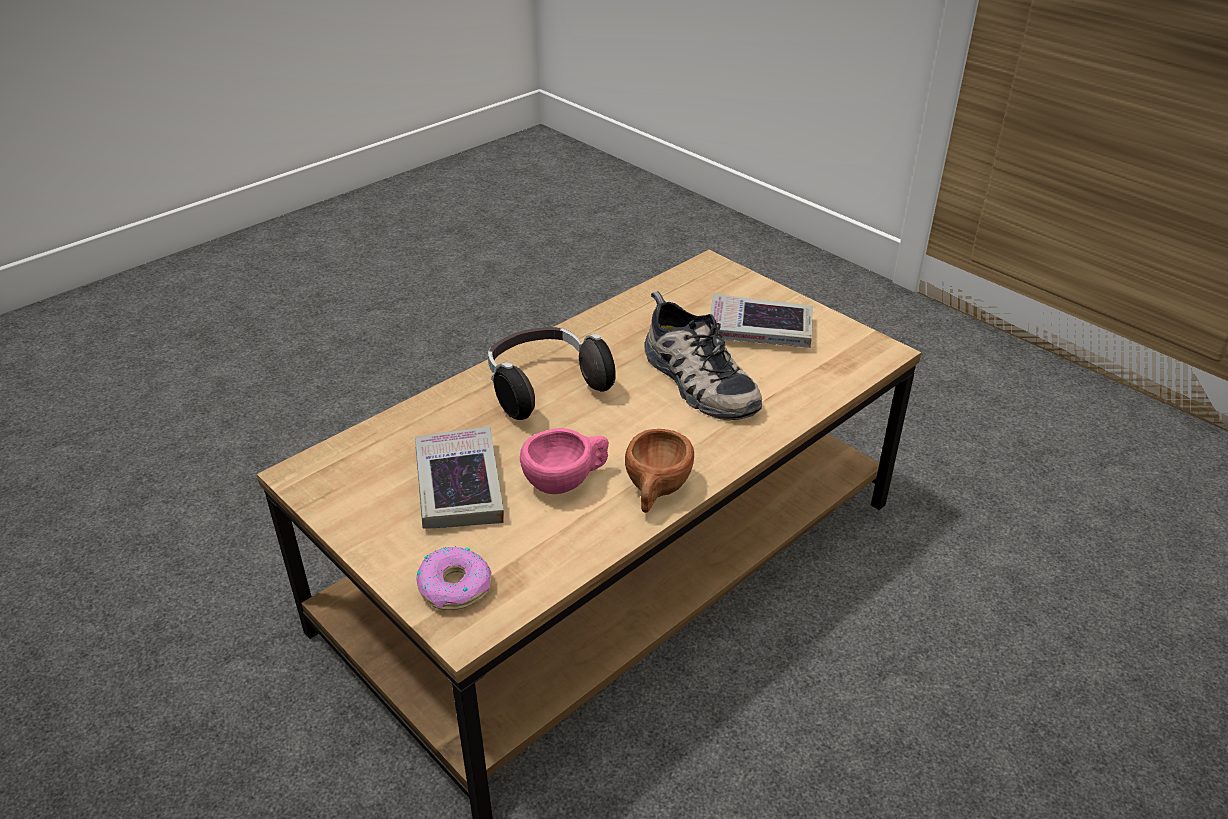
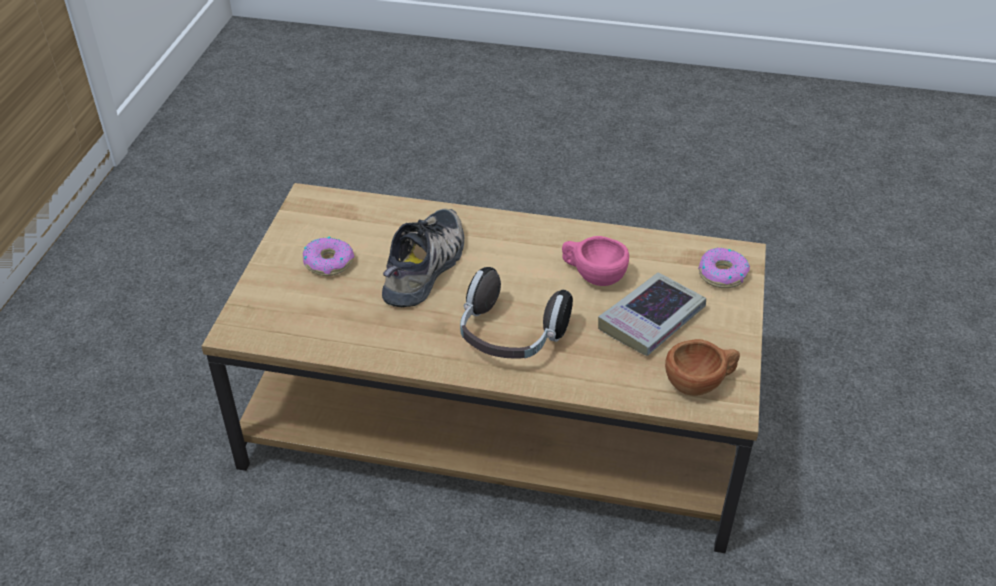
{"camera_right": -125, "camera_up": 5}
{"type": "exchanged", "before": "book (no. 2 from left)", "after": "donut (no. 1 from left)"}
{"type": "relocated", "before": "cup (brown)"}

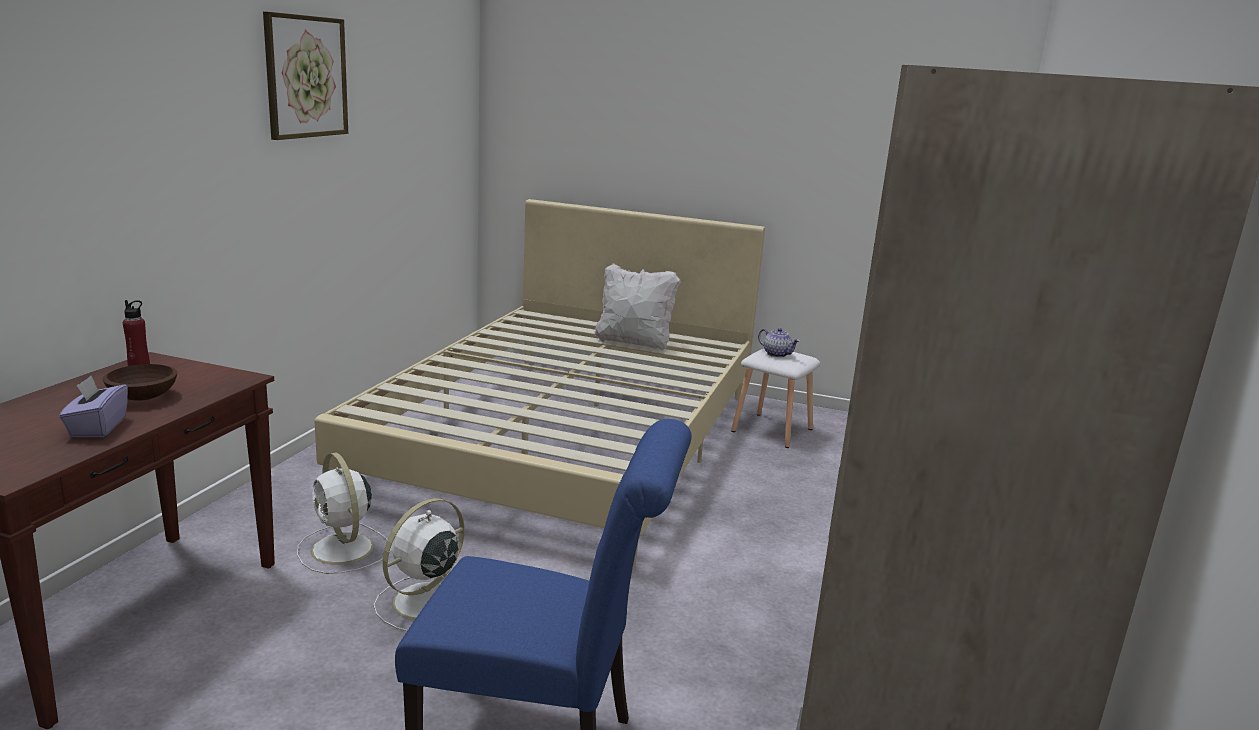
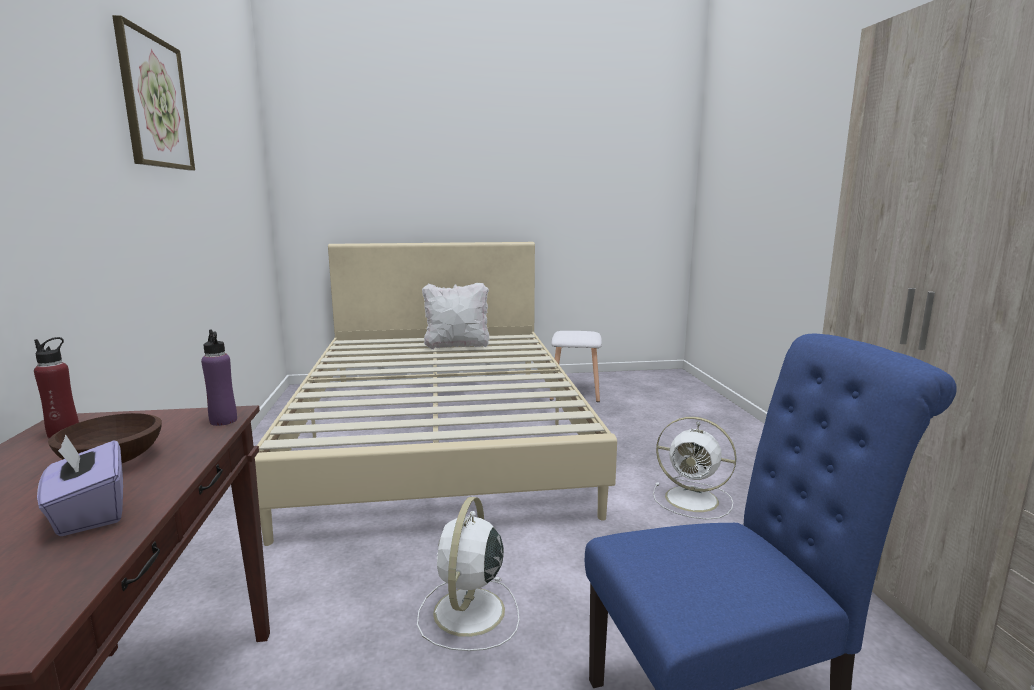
{"camera_right": -25, "camera_up": -5}
{"type": "missing", "before": "teapot"}
{"type": "relocated", "before": "fan (white) (no. 1 from left in the first image)", "after": "fan (white) (no. 2 from left)"}
{"type": "appeared", "after": "bottle (purple)"}

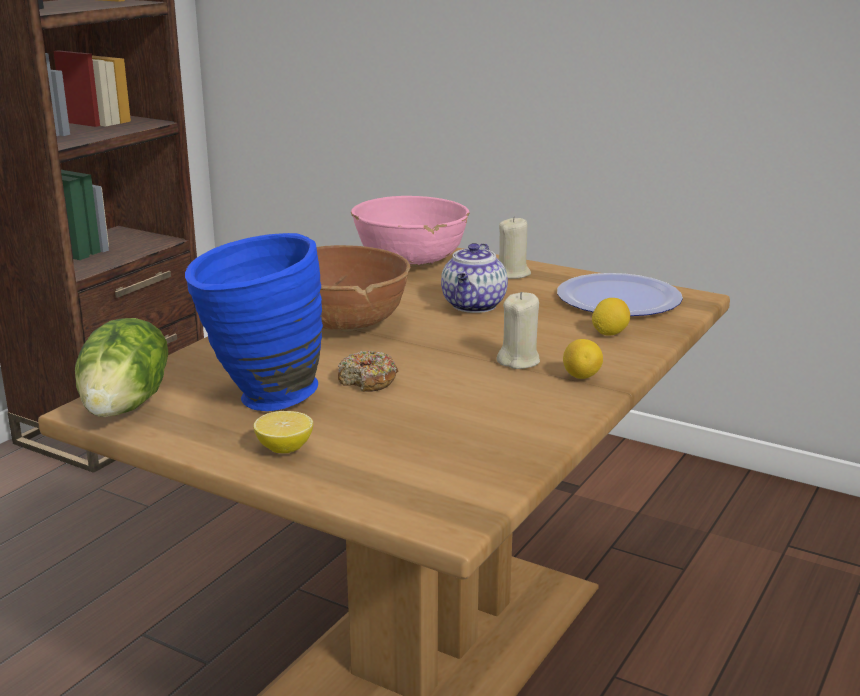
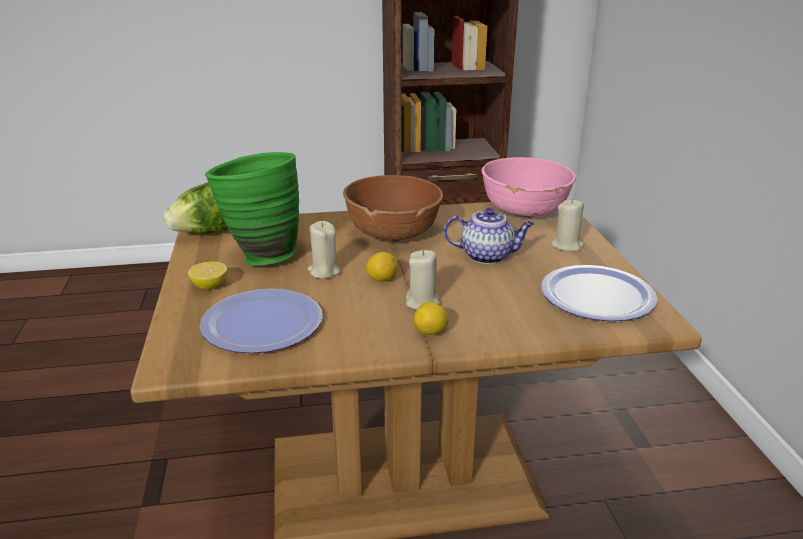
{"camera_right": 50, "camera_up": 5}
{"type": "colour", "before": "vase (blue)", "after": "vase (green)"}
{"type": "spun", "before": "teapot", "turn": -150}
{"type": "relocated", "before": "lemon (no. 3 from left in the first image)", "after": "lemon (no. 2 from left)"}
{"type": "exchanged", "before": "donut", "after": "candle (beige) (no. 1 from left)"}
{"type": "appeared", "after": "plate (no. 1 from left)"}

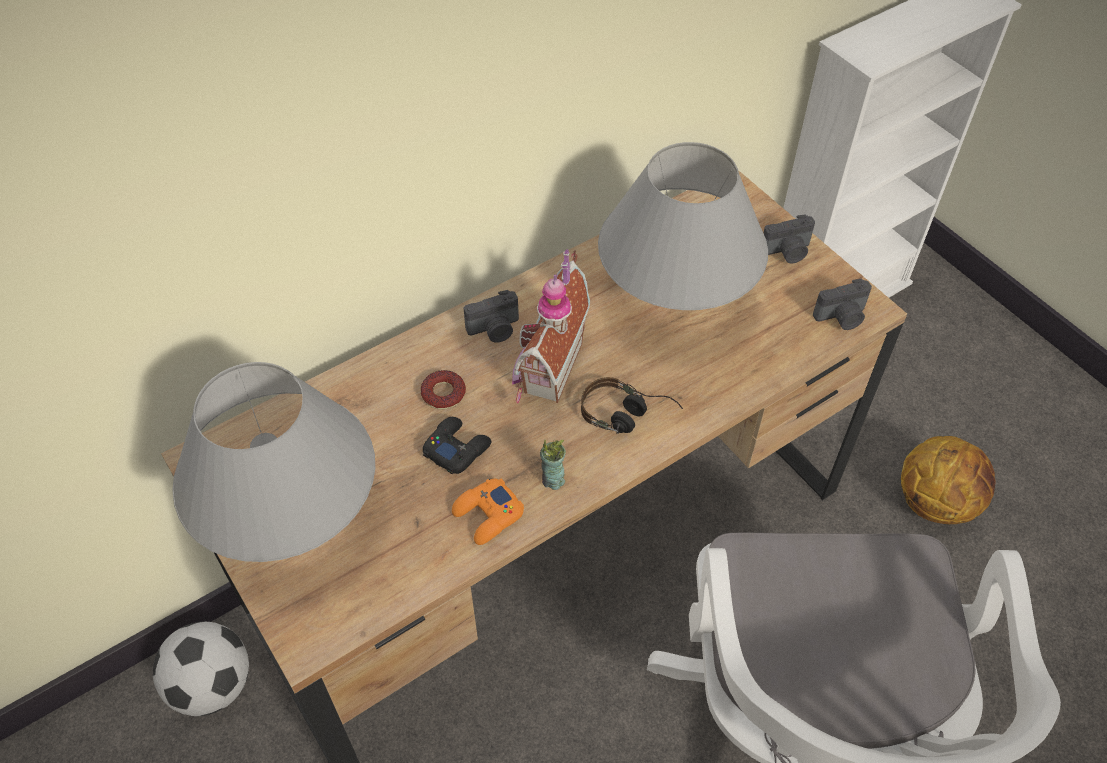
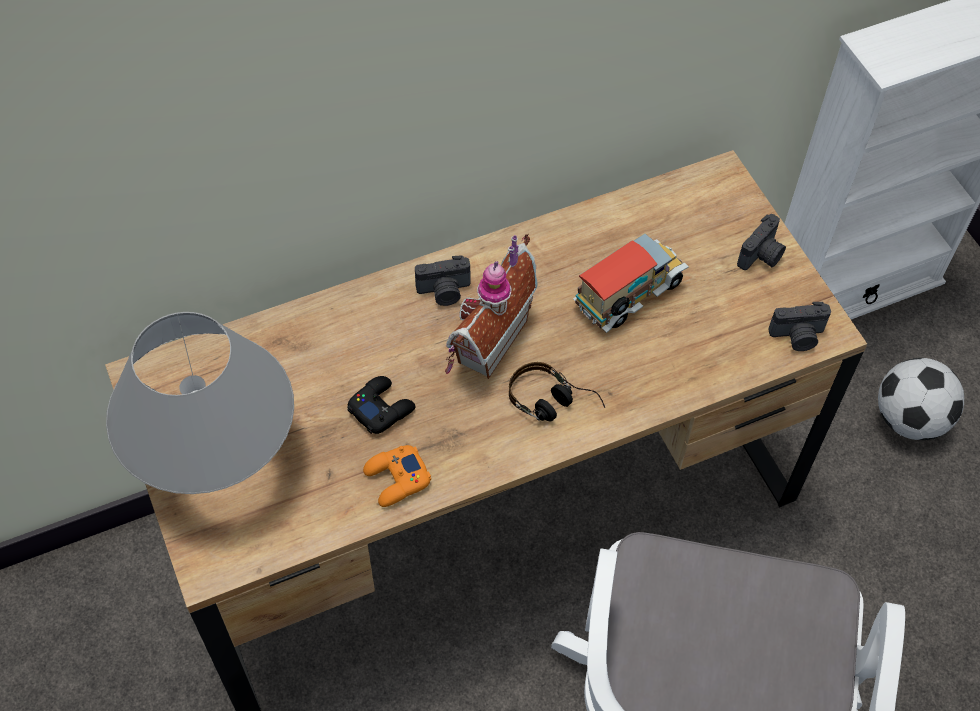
{"camera_right": 10, "camera_up": 5}
{"type": "exchanged", "before": "table lamp (grey) (no. 2 from left)", "after": "toy truck"}
{"type": "spun", "before": "photo camera (no. 2 from left)", "turn": -45}
{"type": "missing", "before": "donut"}
{"type": "missing", "before": "basketball"}
{"type": "missing", "before": "cup"}
{"type": "relocated", "before": "football"}

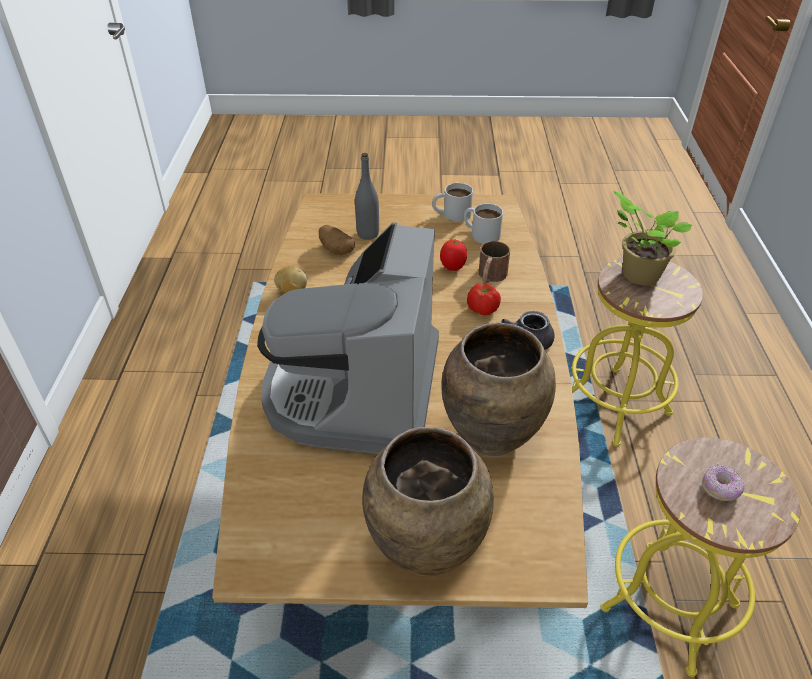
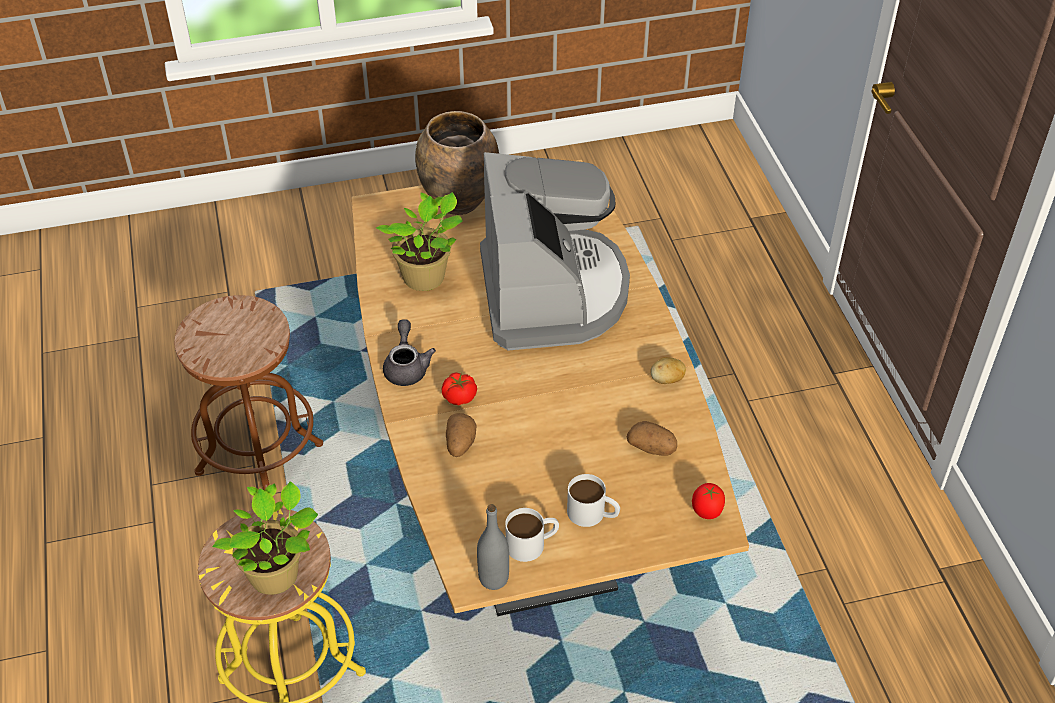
{"camera_right": 165, "camera_up": 5}
{"type": "relocated", "before": "bottle (grey)"}
{"type": "relocated", "before": "mug (white) (no. 2 from left)"}
{"type": "relocated", "before": "tomato (no. 1 from left in the first image)", "after": "tomato (no. 2 from left)"}
{"type": "exchanged", "before": "mug (brown)", "after": "potato (no. 1 from left)"}
{"type": "exchanged", "before": "vase (brown) (no. 2 from left)", "after": "potted plant (no. 2 from left)"}
{"type": "colour", "before": "stool (yellow) (no. 2 from left)", "after": "stool (brown)"}
{"type": "missing", "before": "donut"}

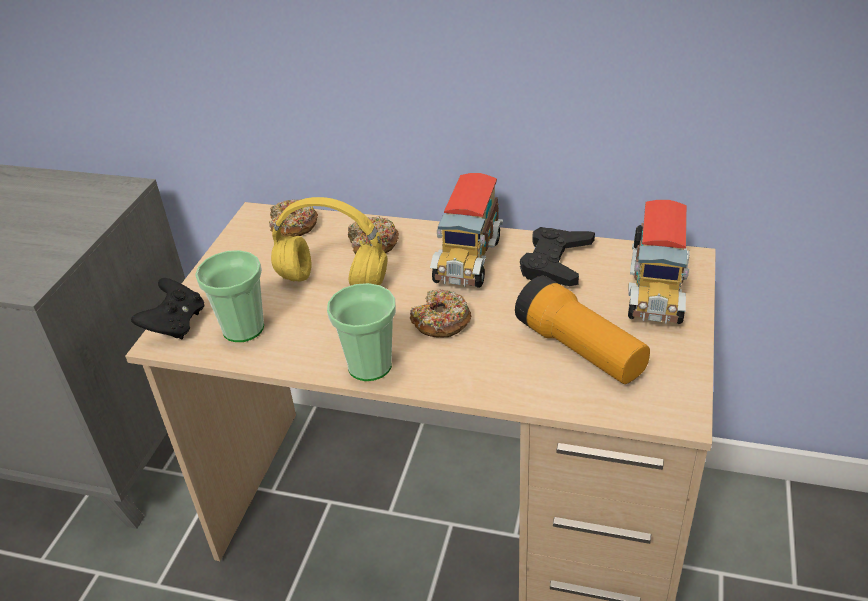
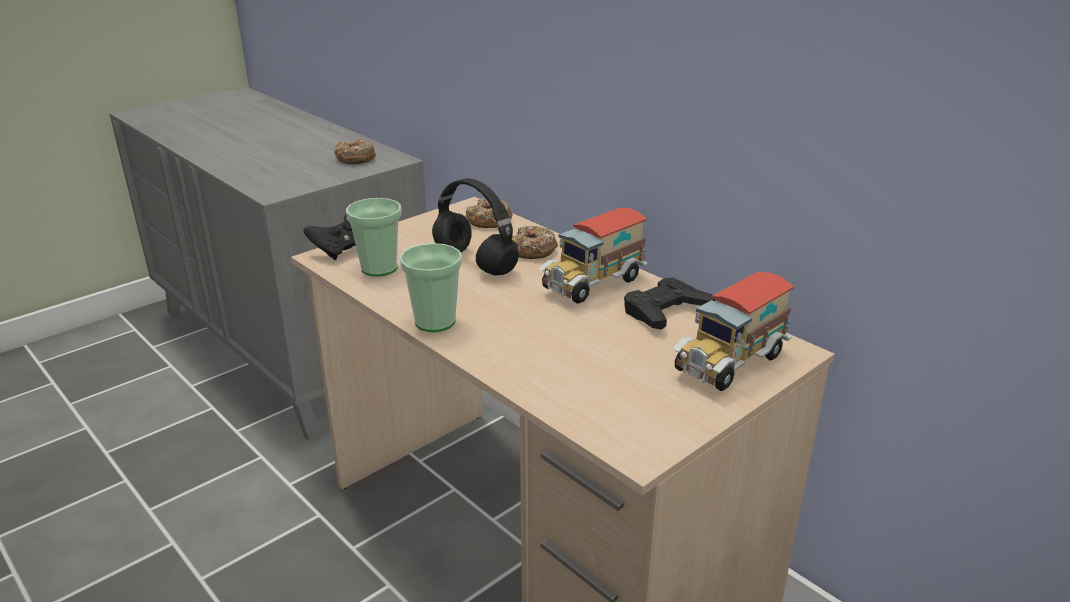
{"camera_right": 30, "camera_up": -10}
{"type": "colour", "before": "headphones (yellow)", "after": "headphones (black)"}
{"type": "missing", "before": "flashlight"}
{"type": "relocated", "before": "donut (no. 3 from left in the first image)", "after": "donut (no. 1 from left)"}

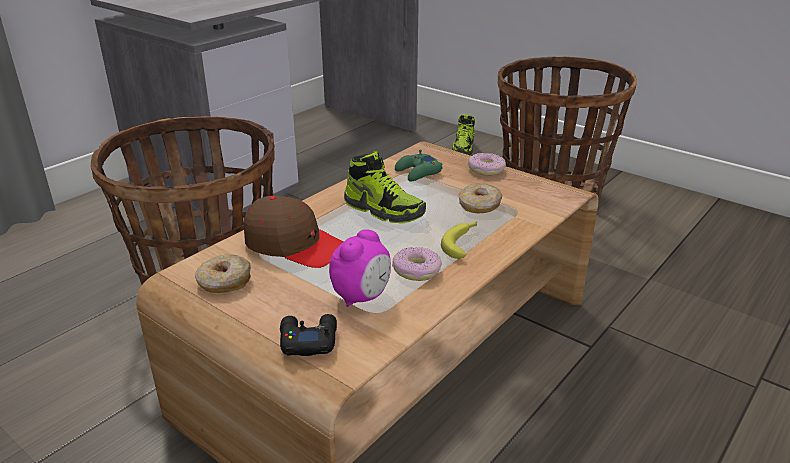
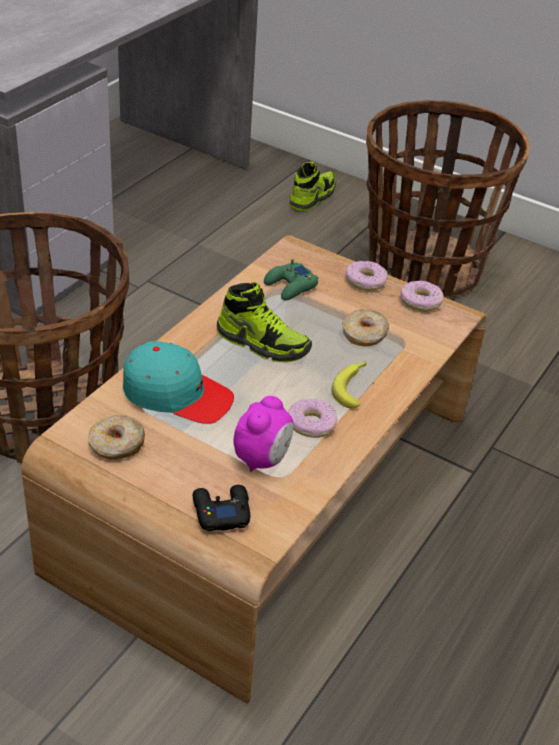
{"camera_right": -10, "camera_up": 10}
{"type": "spun", "before": "shoe (no. 2 from left)", "turn": -150}
{"type": "colour", "before": "cap (brown)", "after": "cap (turquoise)"}
{"type": "appeared", "after": "donut (no. 5 from left)"}

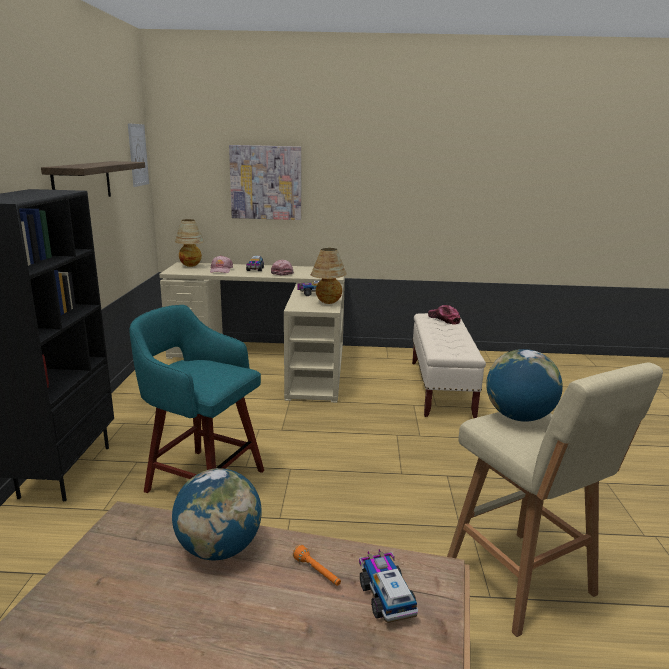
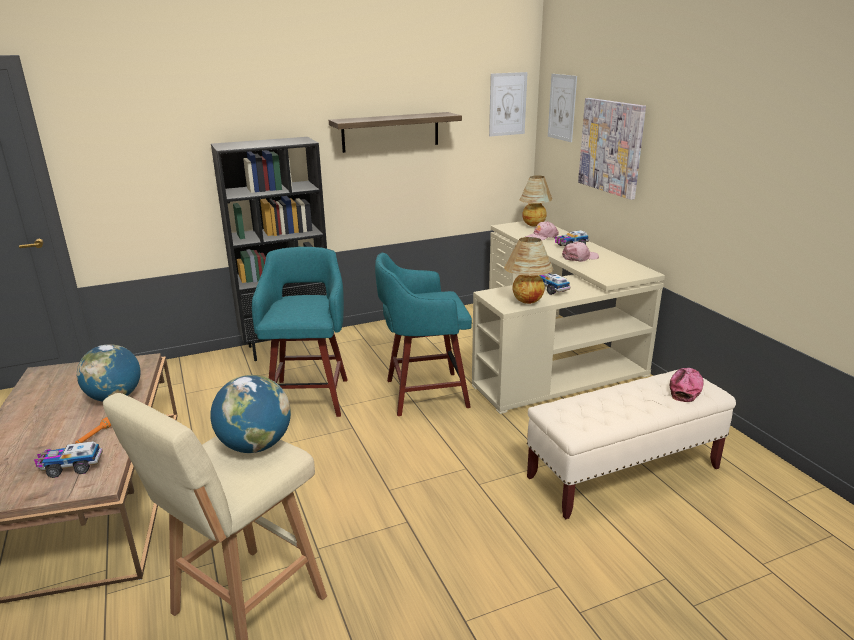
{"camera_right": 65, "camera_up": 5}
{"type": "spun", "before": "toy truck (no. 3 from left in the first image)", "turn": -150}
{"type": "appeared", "after": "picture (no. 2 from left)"}
{"type": "appeared", "after": "stool (turquoise) (no. 2 from left)"}

